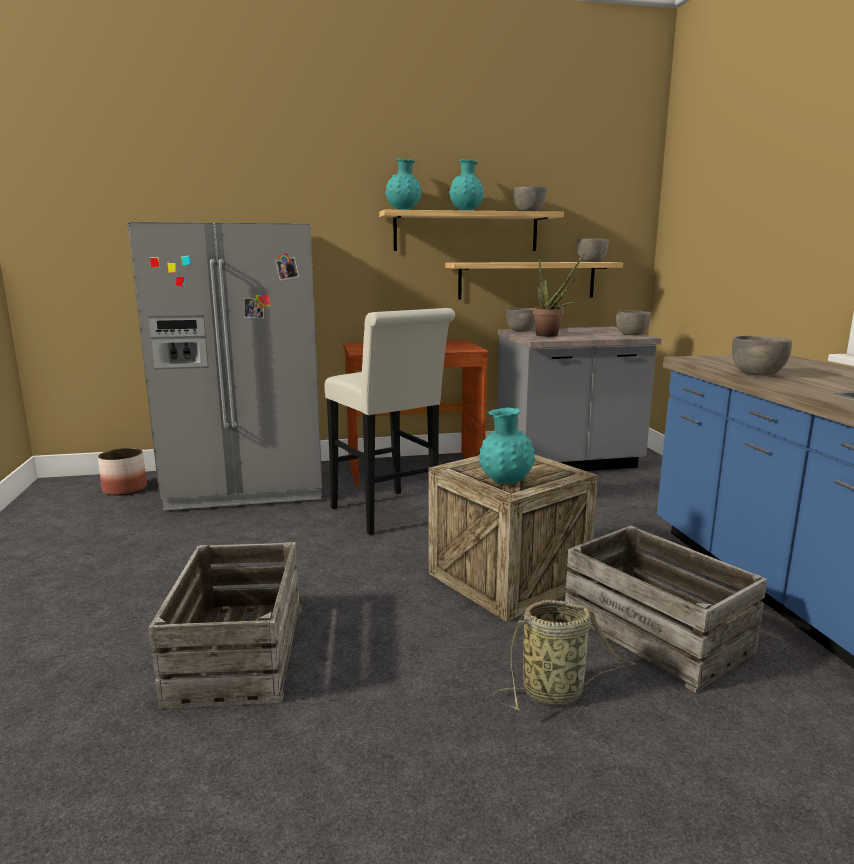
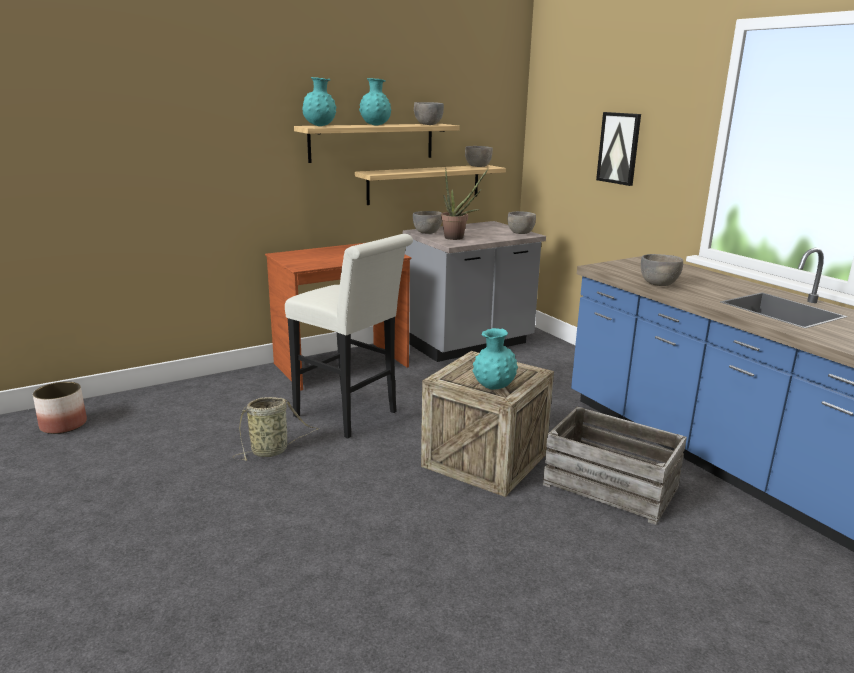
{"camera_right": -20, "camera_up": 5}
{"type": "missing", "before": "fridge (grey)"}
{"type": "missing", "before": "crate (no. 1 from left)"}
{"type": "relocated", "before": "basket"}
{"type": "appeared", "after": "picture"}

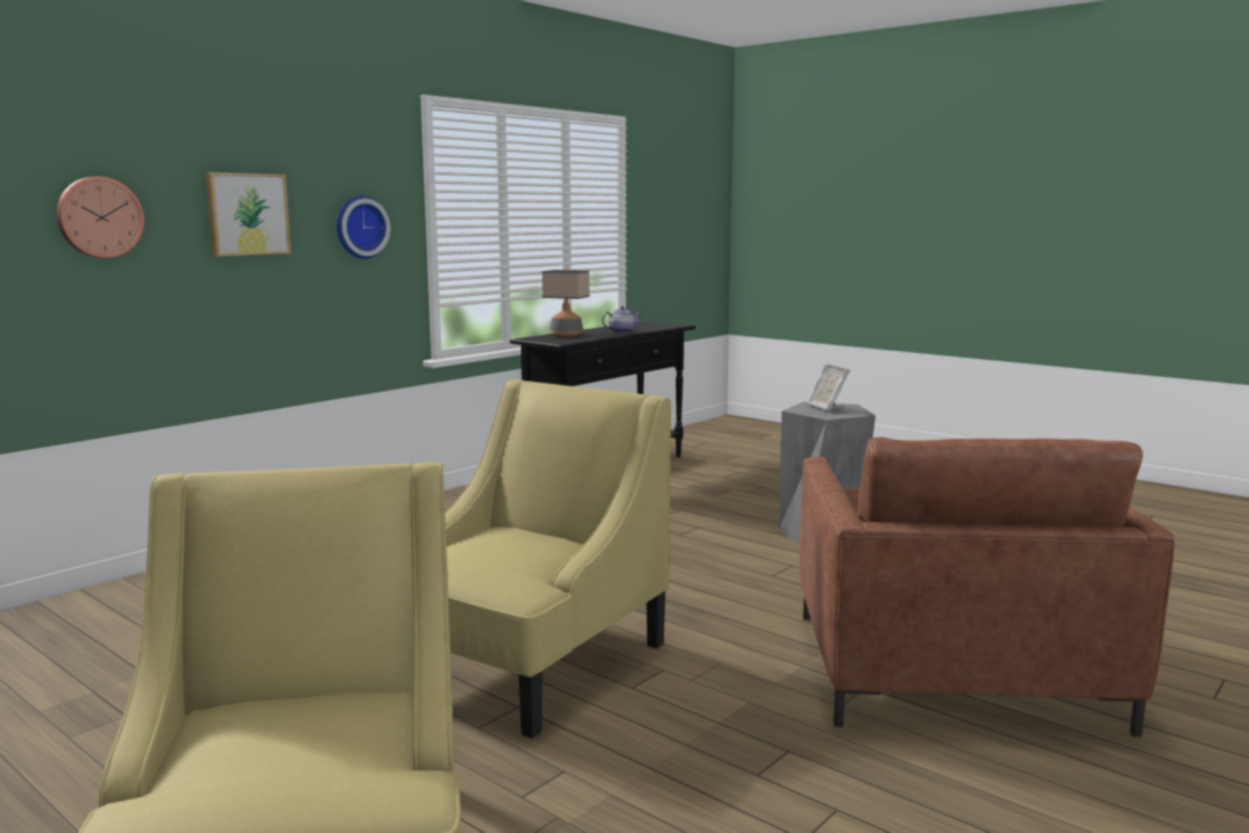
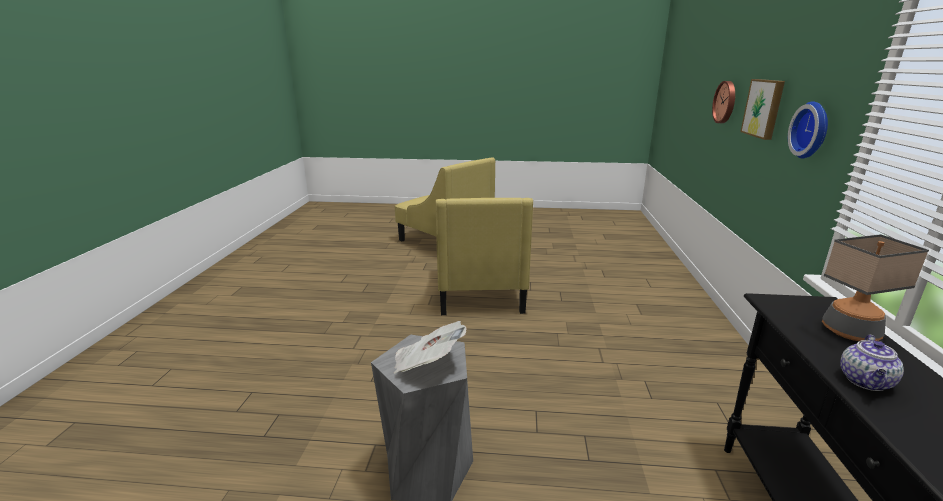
{"camera_right": 145, "camera_up": 10}
{"type": "exchanged", "before": "picture frame", "after": "newspaper"}
{"type": "missing", "before": "armchair (brown)"}

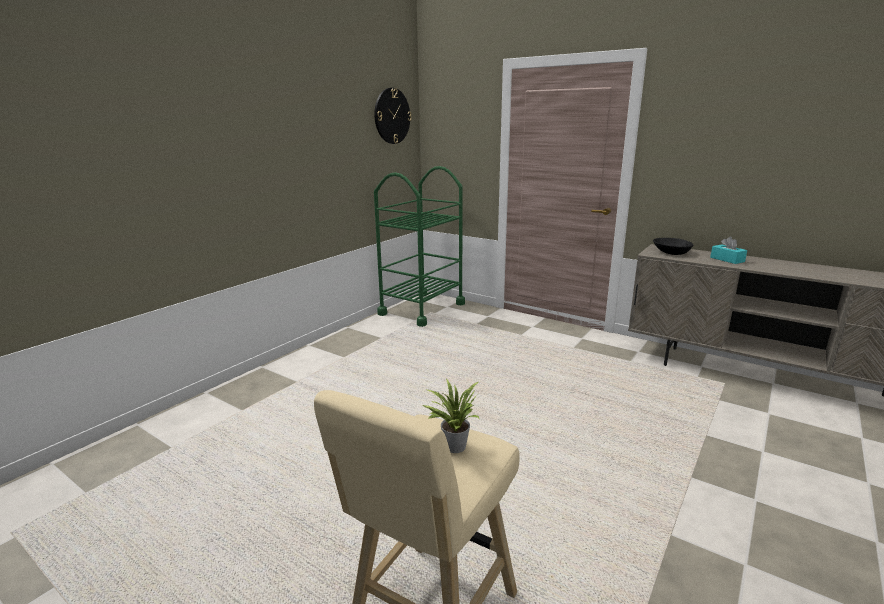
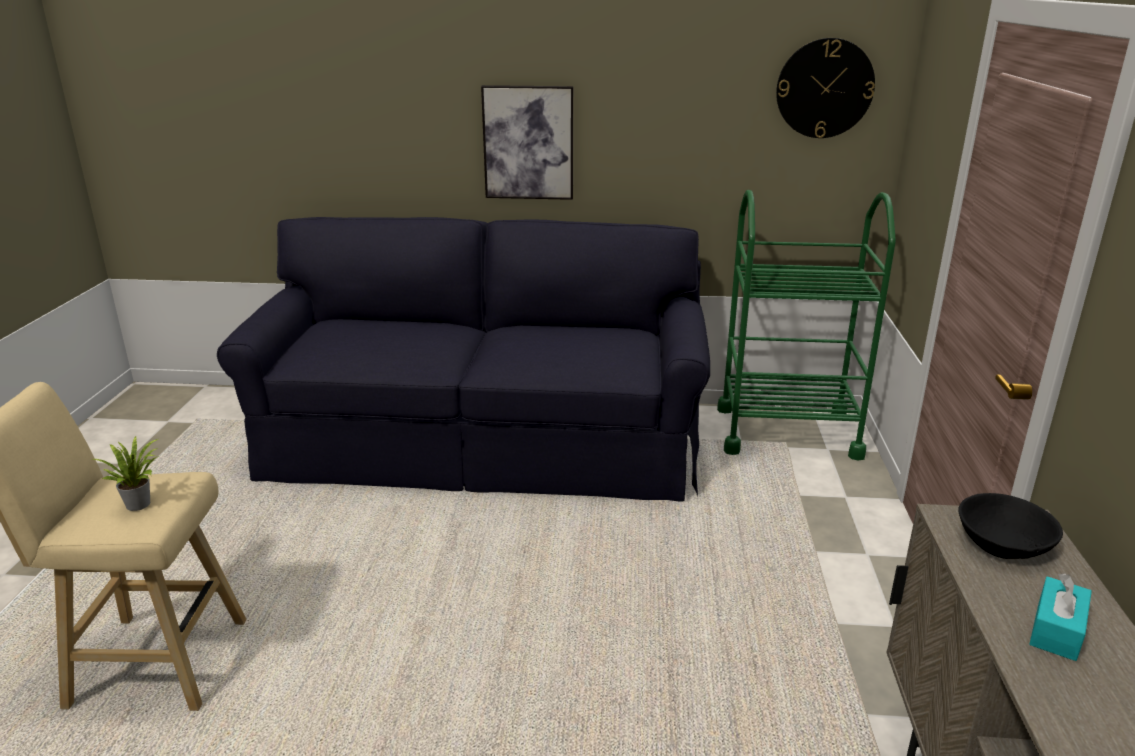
{"camera_right": 60, "camera_up": 5}
{"type": "appeared", "after": "picture"}
{"type": "appeared", "after": "sofa (black)"}

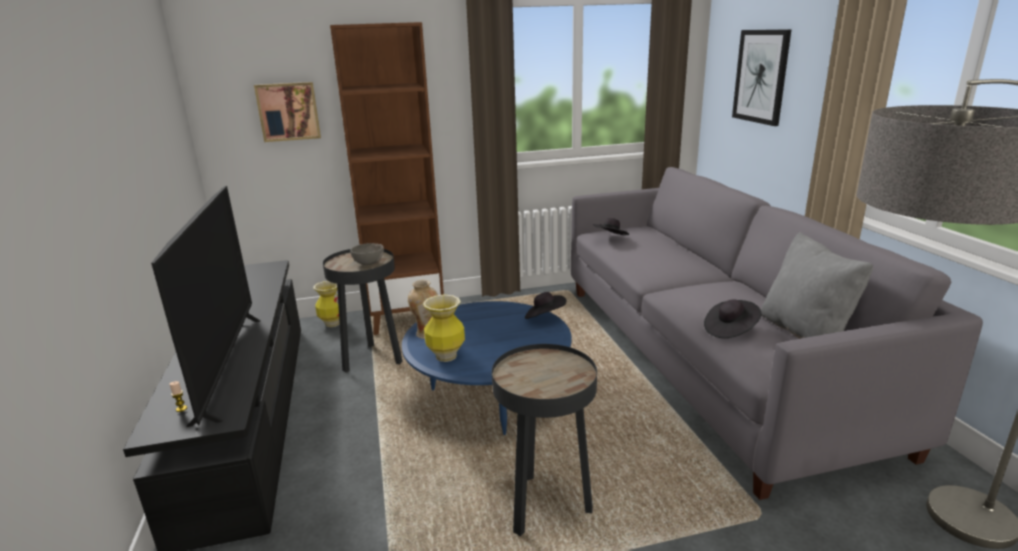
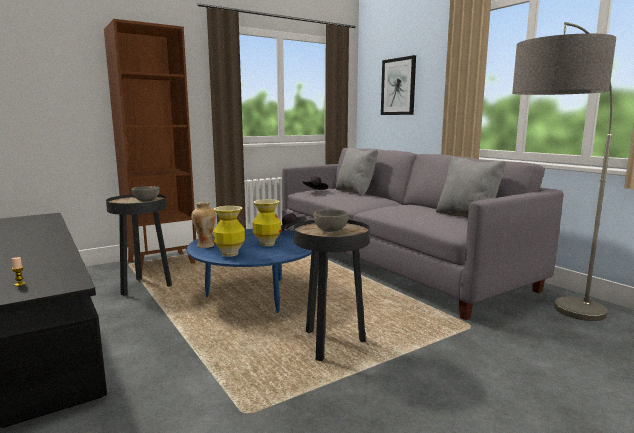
{"camera_right": -20, "camera_up": -10}
{"type": "missing", "before": "picture (no. 1 from left)"}
{"type": "missing", "before": "television"}
{"type": "relocated", "before": "vase (no. 1 from left in the first image)", "after": "vase (no. 3 from left)"}
{"type": "missing", "before": "hat (black) (no. 3 from left)"}
{"type": "appeared", "after": "pillow (grey) (no. 1 from left)"}
{"type": "appeared", "after": "bowl (grey) (no. 2 from left)"}

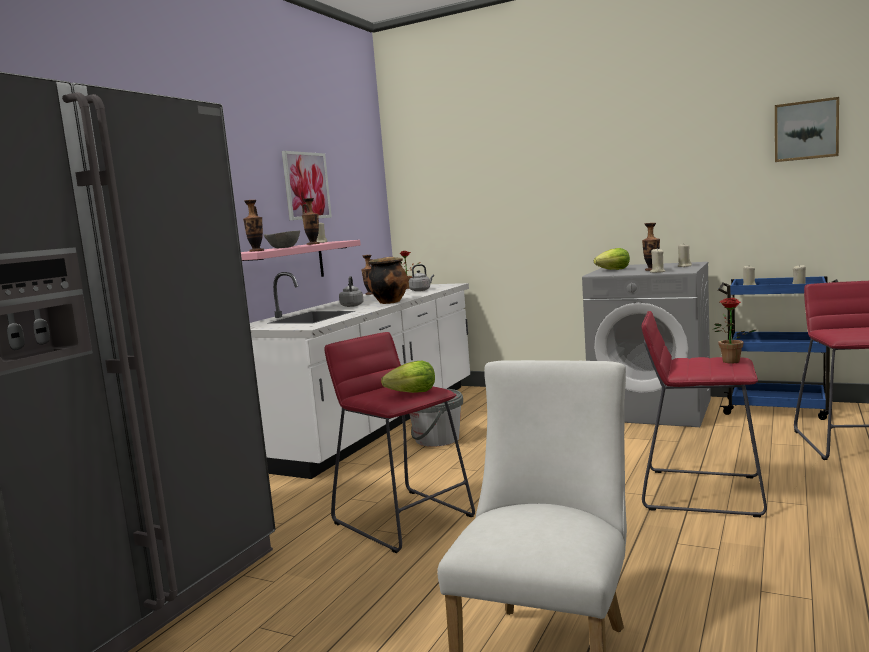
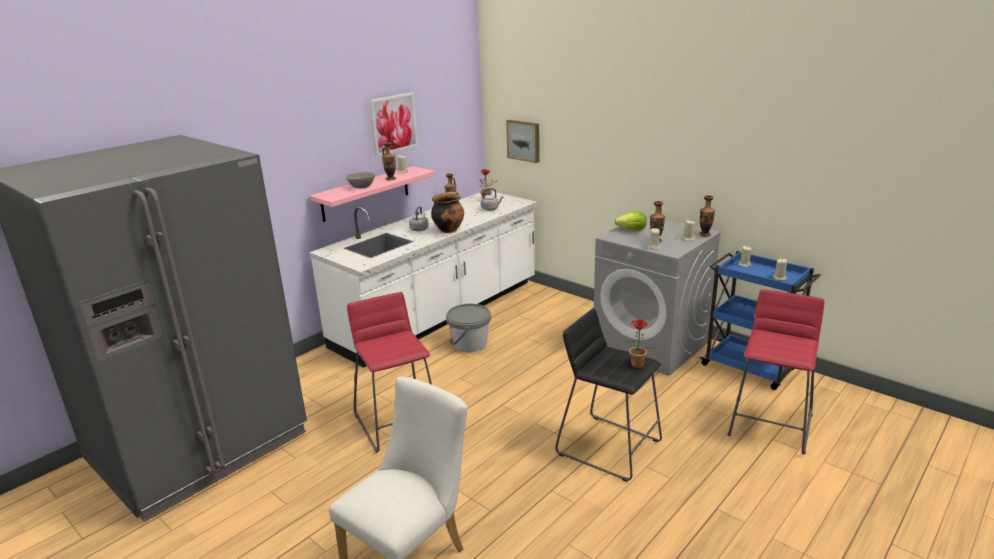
{"camera_right": 15, "camera_up": 15}
{"type": "relocated", "before": "picture (no. 2 from left)"}
{"type": "relocated", "before": "vase (no. 1 from left in the first image)", "after": "vase (no. 4 from left)"}
{"type": "colour", "before": "stool (red) (no. 2 from left)", "after": "stool (black)"}
{"type": "missing", "before": "lettuce (no. 1 from left)"}

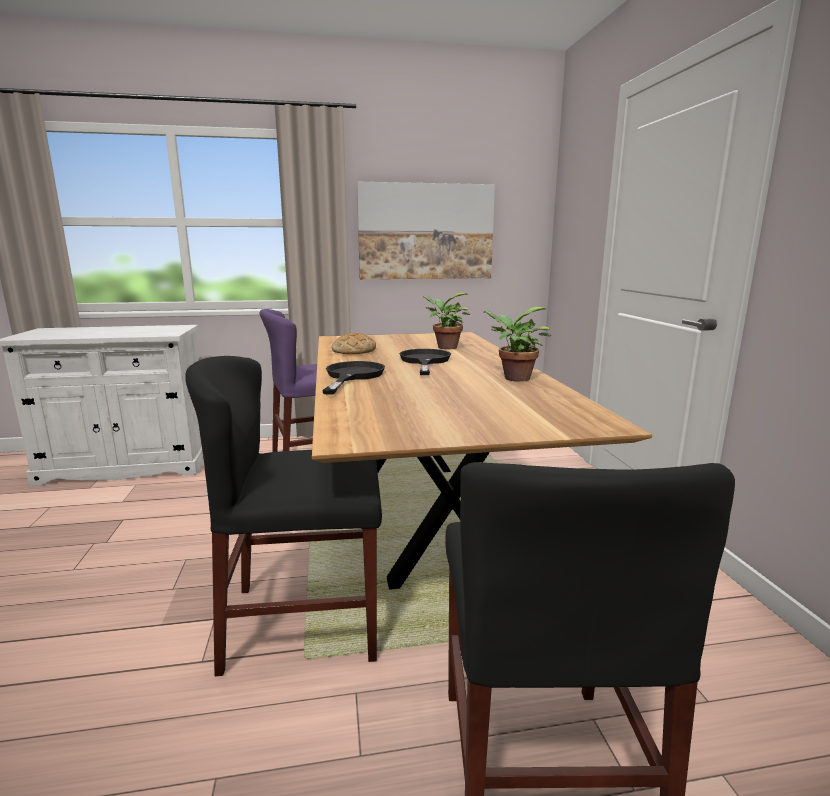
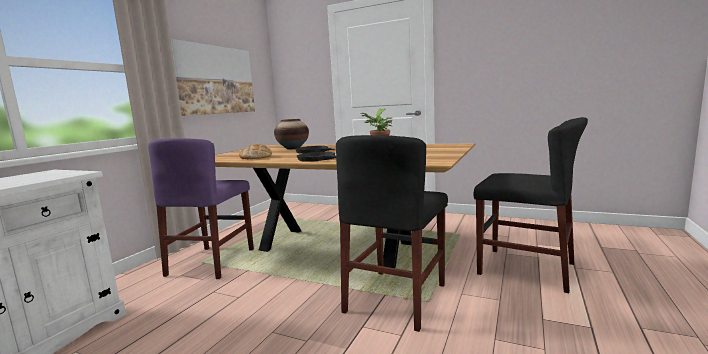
{"camera_right": -55, "camera_up": -5}
{"type": "exchanged", "before": "potted plant (no. 1 from left)", "after": "vase"}

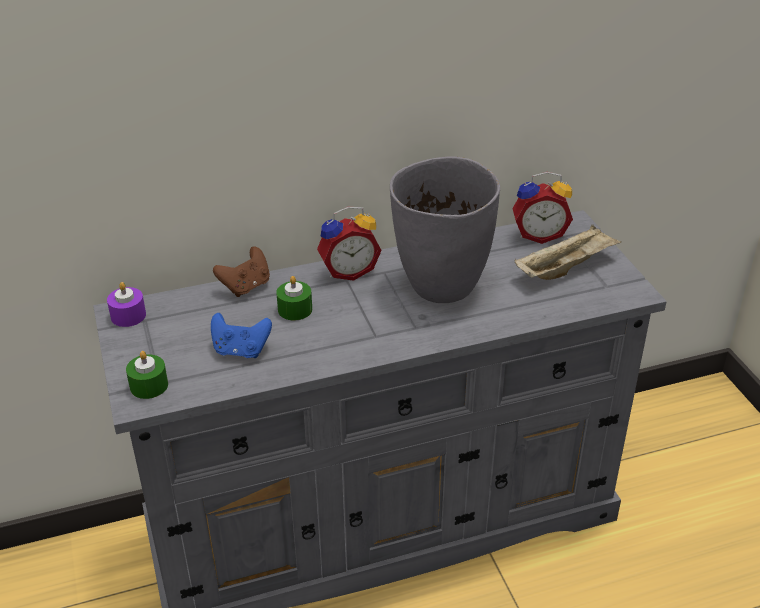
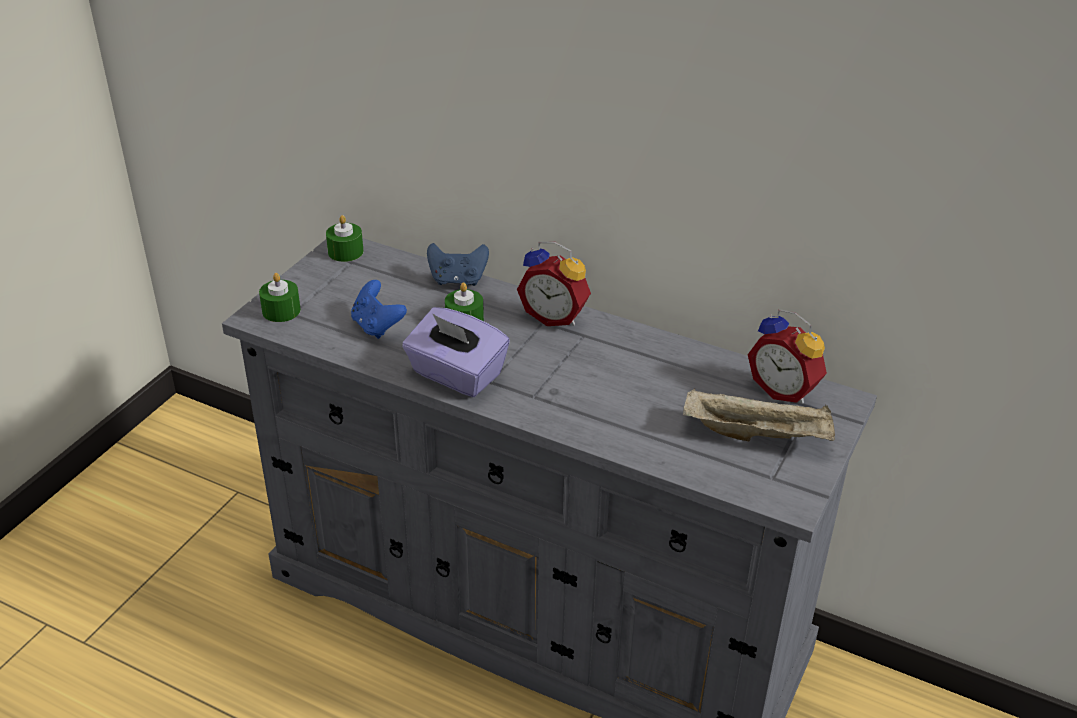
{"camera_right": 45, "camera_up": 0}
{"type": "missing", "before": "vase (grey)"}
{"type": "colour", "before": "game controller (brown)", "after": "game controller (blue) (no. 2 from left)"}
{"type": "colour", "before": "candle (purple)", "after": "candle (green) (no. 2 from left)"}
{"type": "appeared", "after": "tissue box (purple)"}

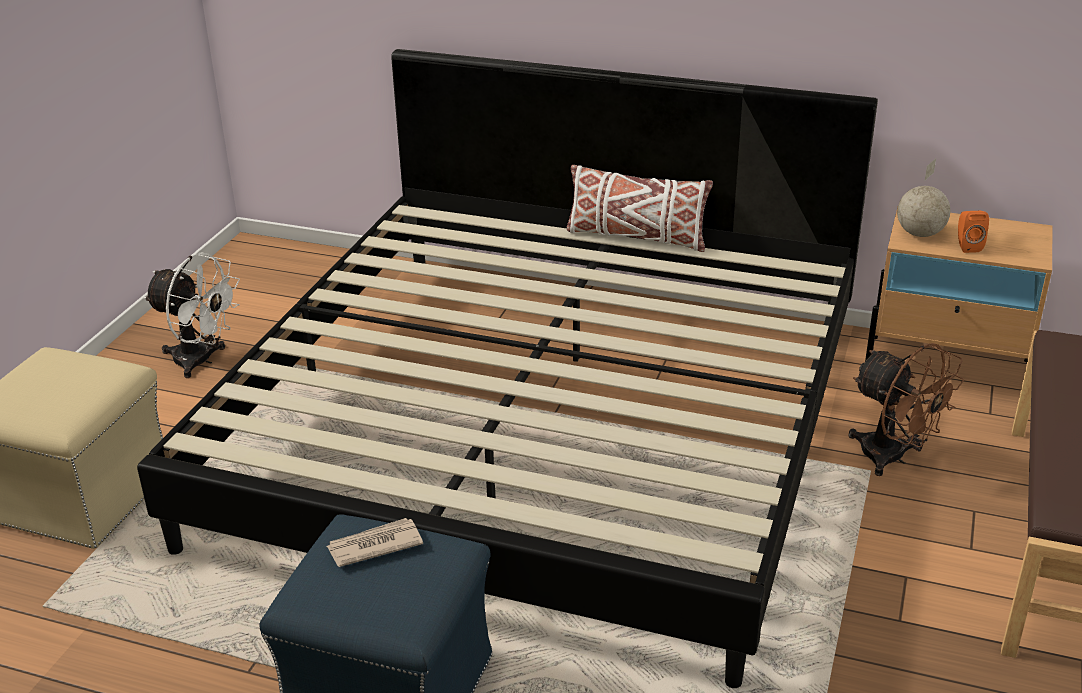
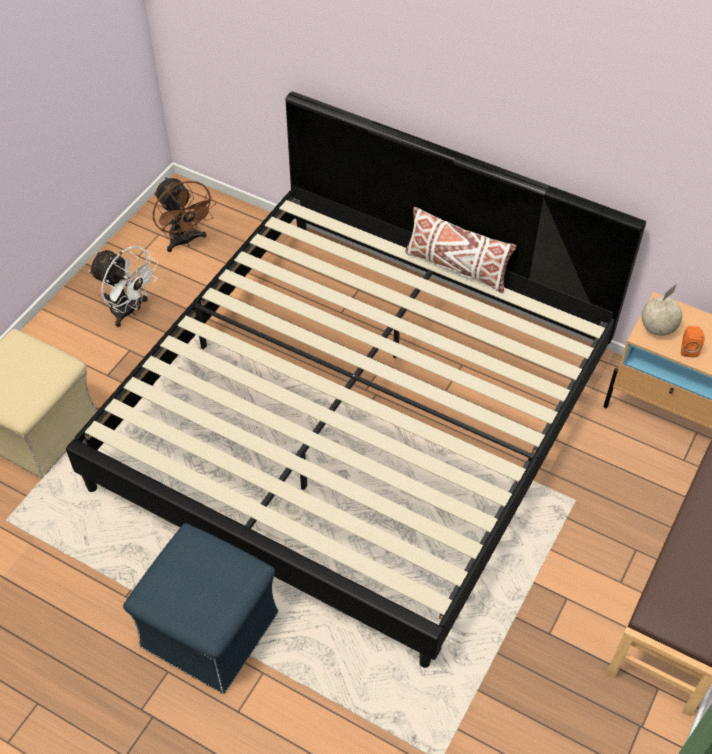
{"camera_right": 10, "camera_up": 20}
{"type": "relocated", "before": "fan (brown)"}
{"type": "missing", "before": "newspaper"}

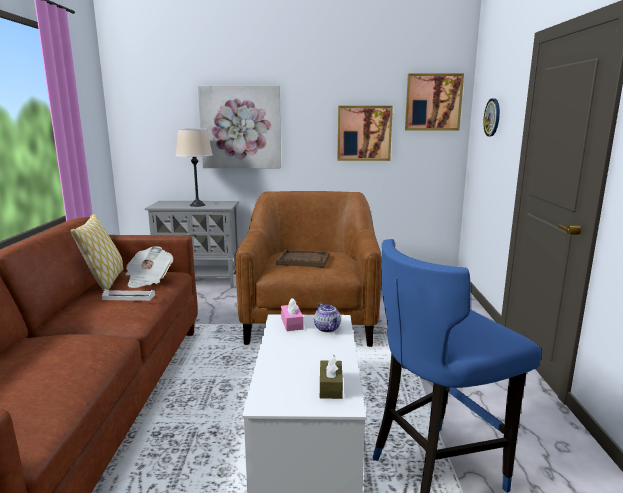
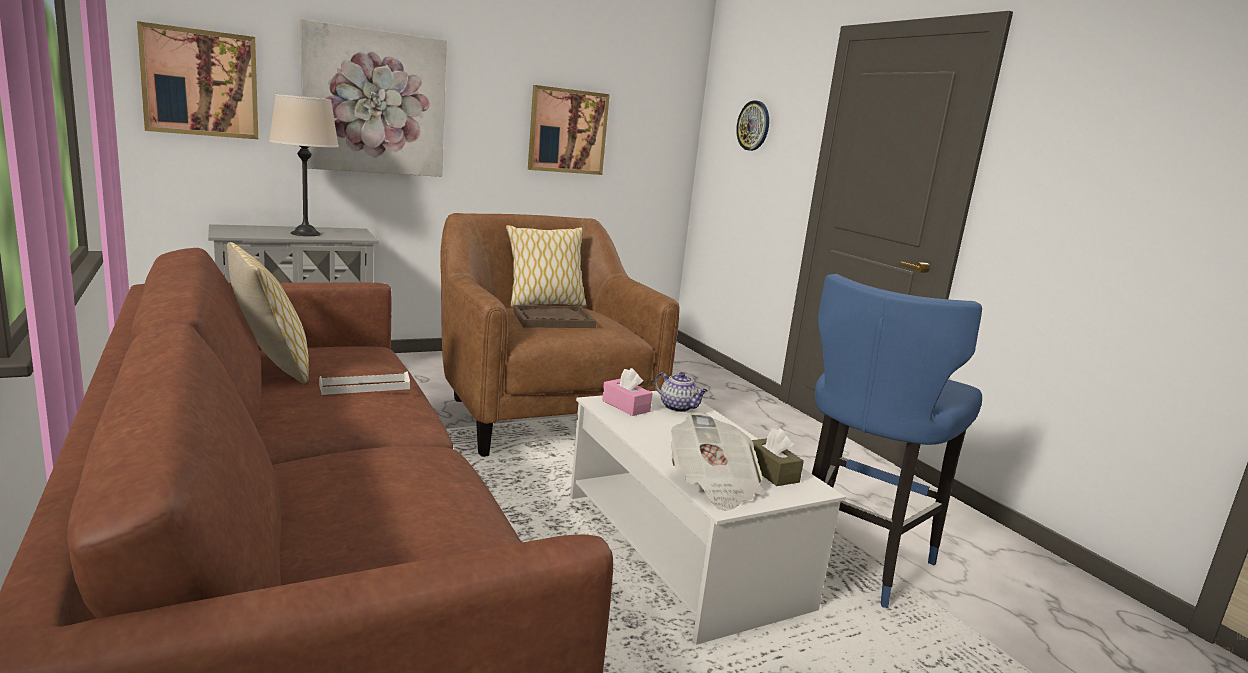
{"camera_right": -30, "camera_up": 0}
{"type": "relocated", "before": "picture (no. 3 from left in the first image)", "after": "picture (no. 1 from left)"}
{"type": "relocated", "before": "newspaper"}
{"type": "appeared", "after": "pillow (no. 2 from left)"}

